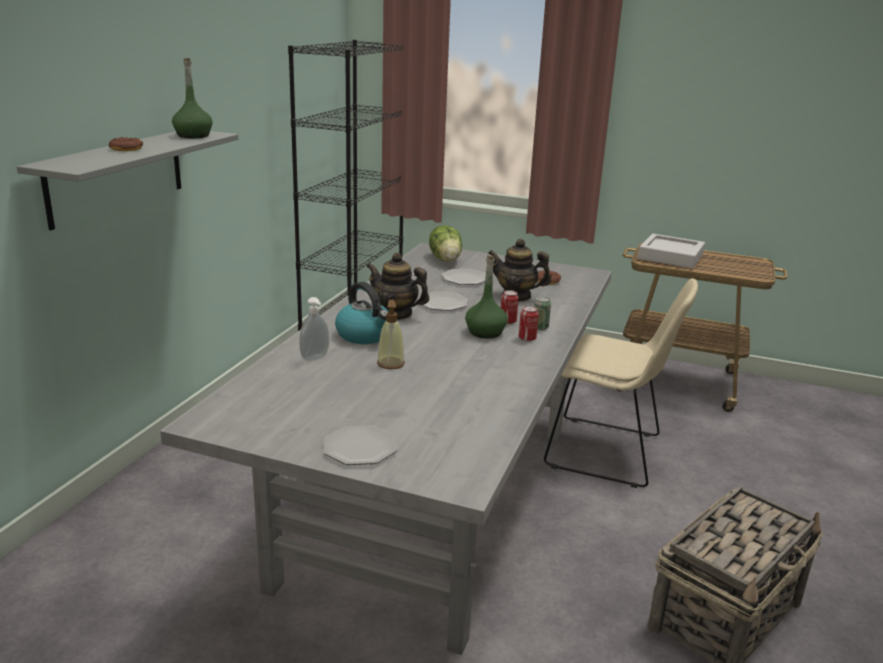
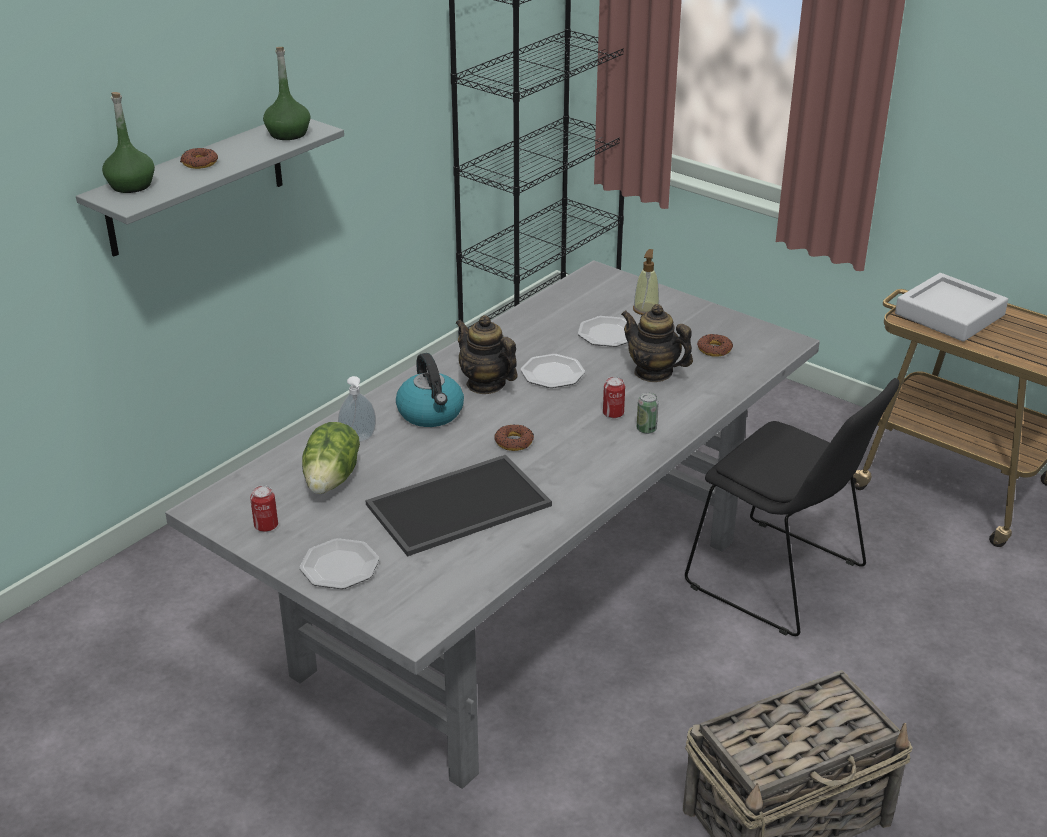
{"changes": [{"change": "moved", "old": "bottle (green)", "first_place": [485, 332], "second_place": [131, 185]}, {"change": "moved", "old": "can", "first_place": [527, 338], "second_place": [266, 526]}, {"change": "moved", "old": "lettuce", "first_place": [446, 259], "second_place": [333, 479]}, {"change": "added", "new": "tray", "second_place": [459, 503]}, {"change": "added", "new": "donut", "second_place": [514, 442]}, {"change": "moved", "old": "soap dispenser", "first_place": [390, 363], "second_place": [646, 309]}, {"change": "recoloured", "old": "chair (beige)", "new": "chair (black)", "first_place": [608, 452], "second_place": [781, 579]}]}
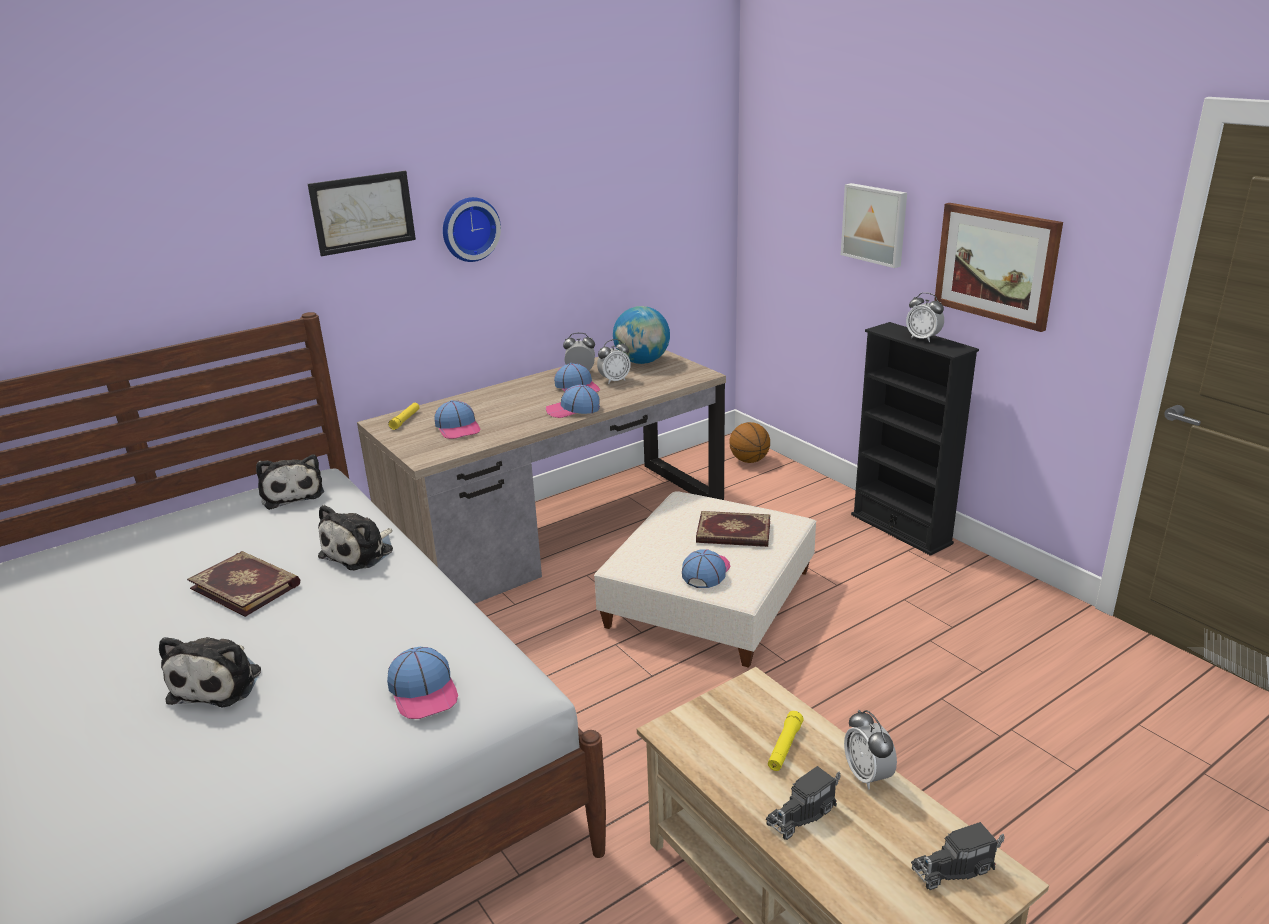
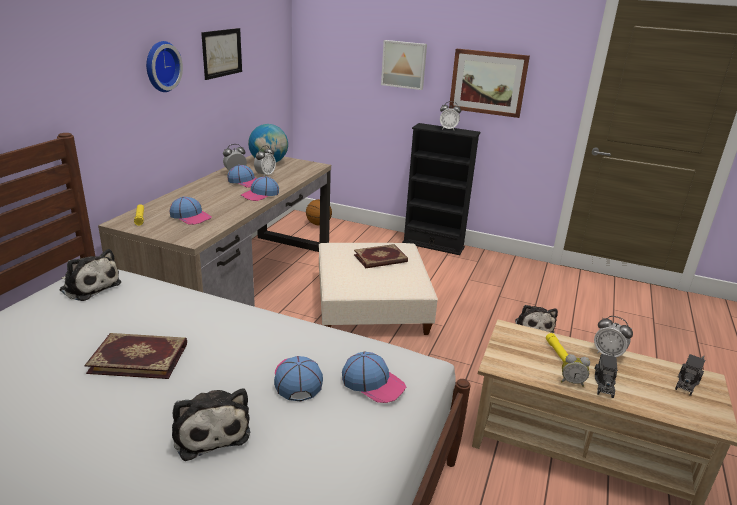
{"changes": [{"change": "moved", "old": "picture", "first_place": [363, 212], "second_place": [222, 53]}, {"change": "moved", "old": "cap", "first_place": [706, 571], "second_place": [297, 379]}, {"change": "moved", "old": "plush toy", "first_place": [360, 552], "second_place": [533, 326]}, {"change": "added", "new": "alarm clock", "second_place": [572, 382]}]}
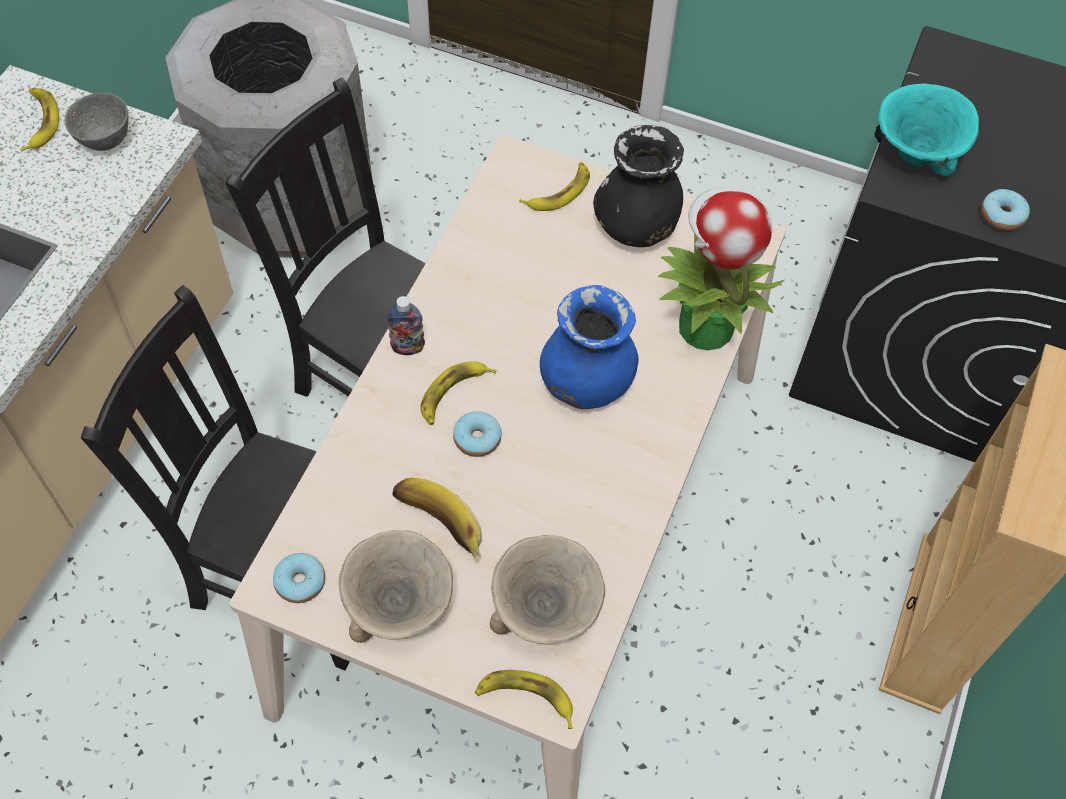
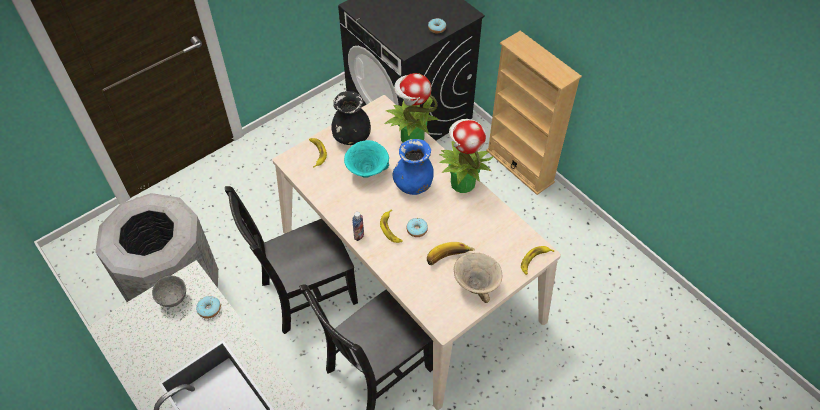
{"changes": [{"change": "moved", "old": "donut", "first_place": [300, 582], "second_place": [209, 309]}, {"change": "moved", "old": "bowl (turquoise)", "first_place": [913, 155], "second_place": [367, 173]}, {"change": "added", "new": "potted plant", "second_place": [462, 182]}, {"change": "removed", "old": "banana", "first_place": [40, 122]}, {"change": "removed", "old": "bowl (beige)", "first_place": [547, 612]}]}
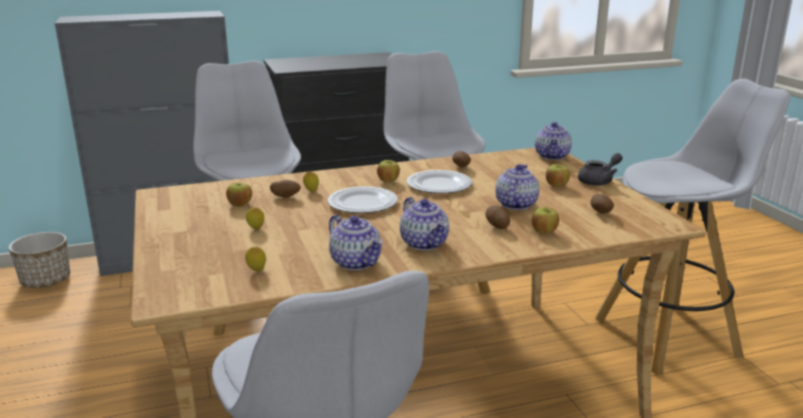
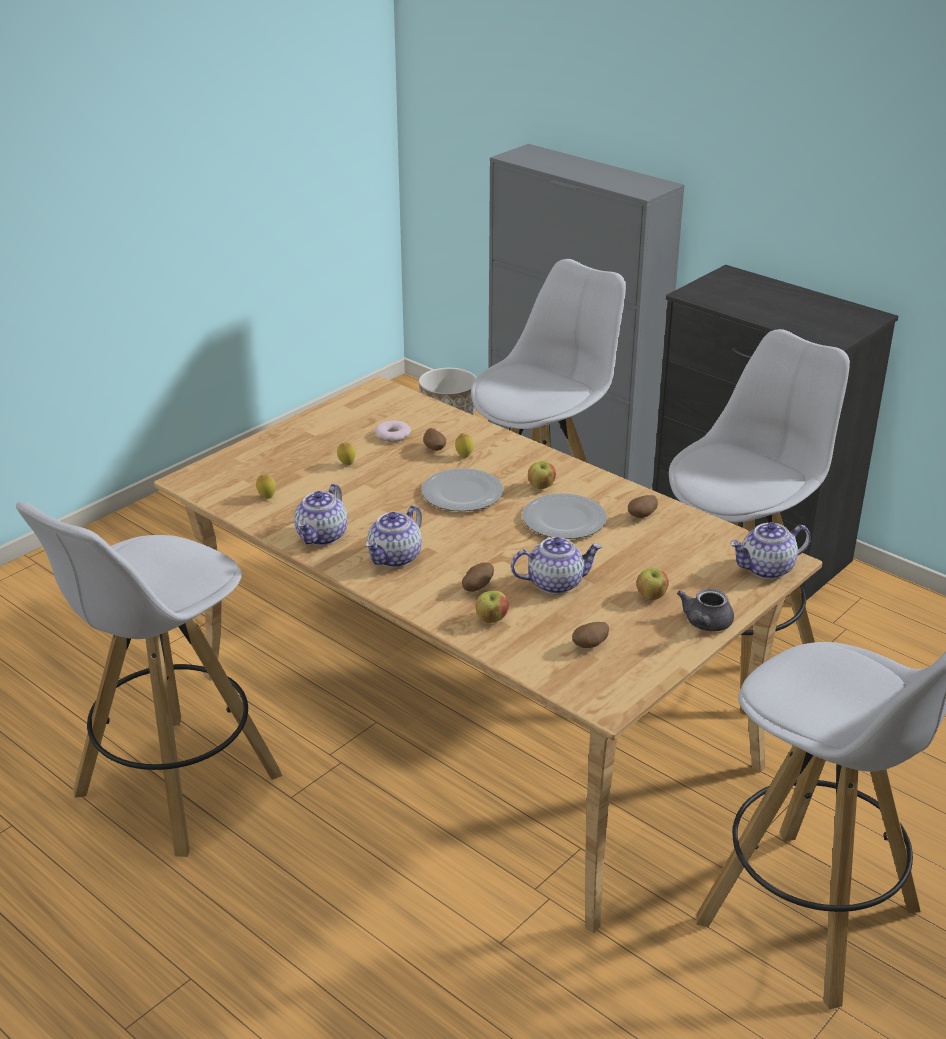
{"changes": [{"change": "replaced", "old": "apple", "new": "donut", "first_place": [240, 205], "second_place": [393, 435]}, {"change": "turned", "old": "teapot (grey)", "first_place": [599, 181], "second_place": [704, 624], "degrees": 90}]}
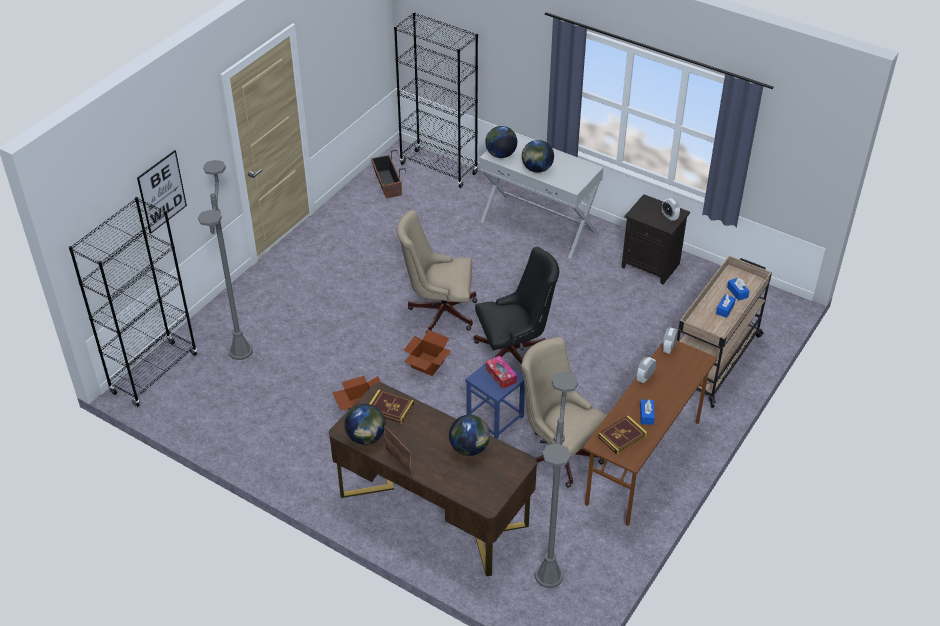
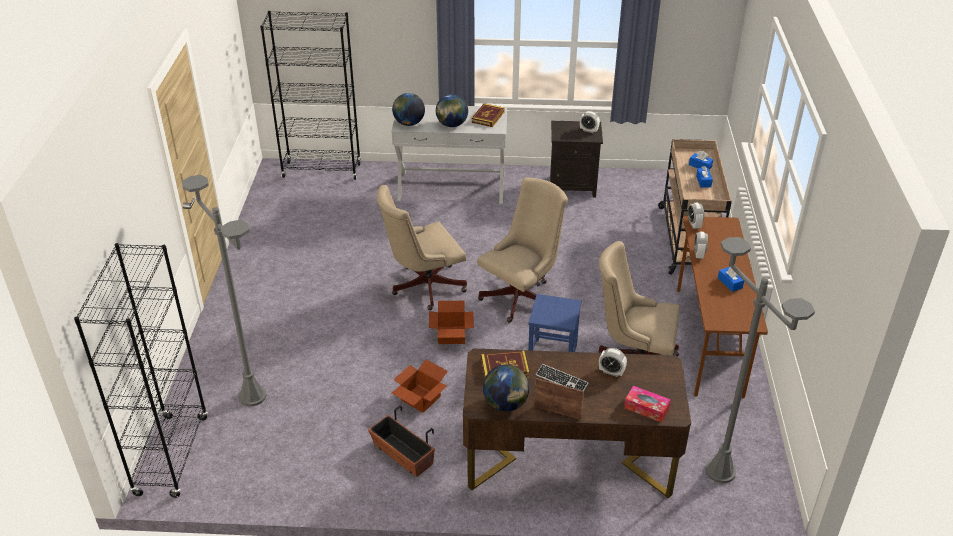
{"changes": [{"change": "moved", "old": "planter", "first_place": [387, 184], "second_place": [403, 455]}, {"change": "moved", "old": "book", "first_place": [622, 437], "second_place": [488, 117]}, {"change": "recoloured", "old": "office chair (black)", "new": "office chair (beige)", "first_place": [514, 353], "second_place": [522, 296]}, {"change": "added", "new": "keyboard", "second_place": [561, 380]}, {"change": "replaced", "old": "globe", "new": "alarm clock", "first_place": [469, 448], "second_place": [611, 372]}, {"change": "moved", "old": "tissue box", "first_place": [501, 375], "second_place": [646, 408]}, {"change": "removed", "old": "picture", "first_place": [162, 191]}]}
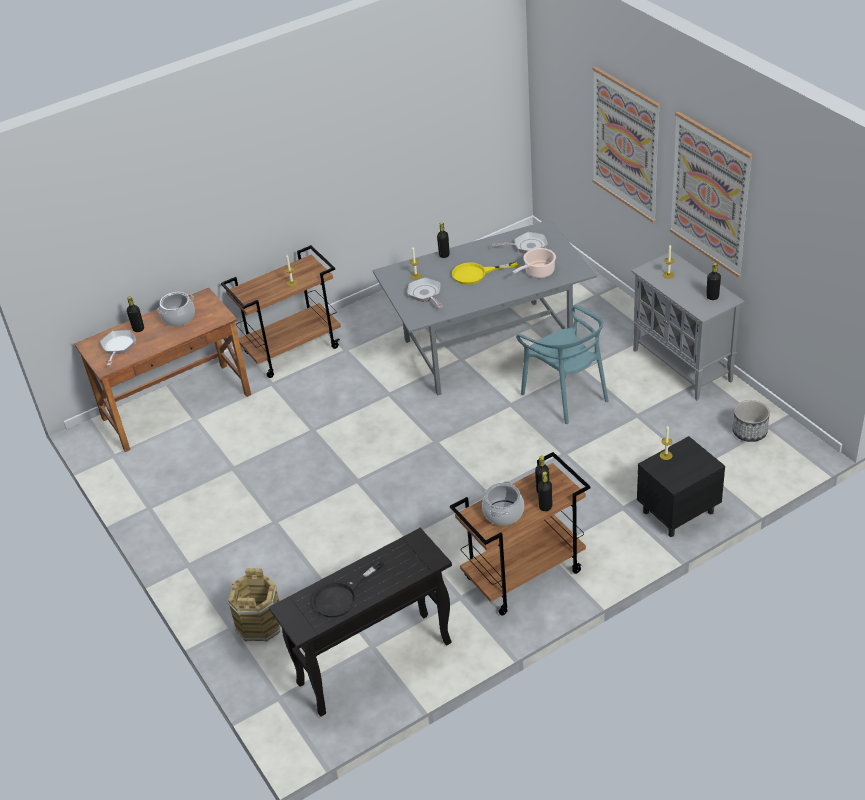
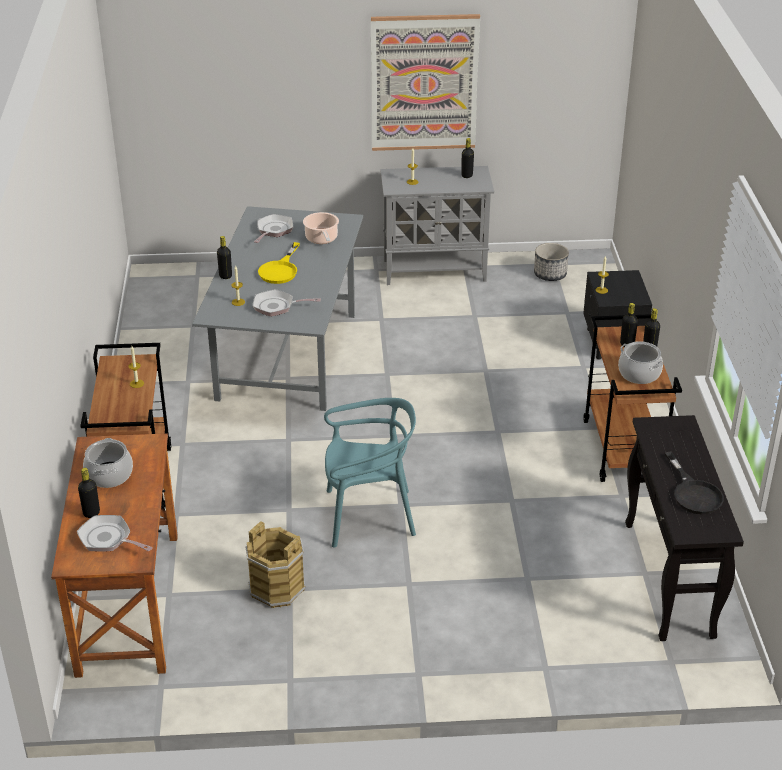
{"changes": [{"change": "moved", "old": "bucket (brown)", "first_place": [260, 624], "second_place": [277, 587]}, {"change": "moved", "old": "chair (turquoise)", "first_place": [566, 395], "second_place": [368, 516]}, {"change": "removed", "old": "picture", "first_place": [625, 144]}]}
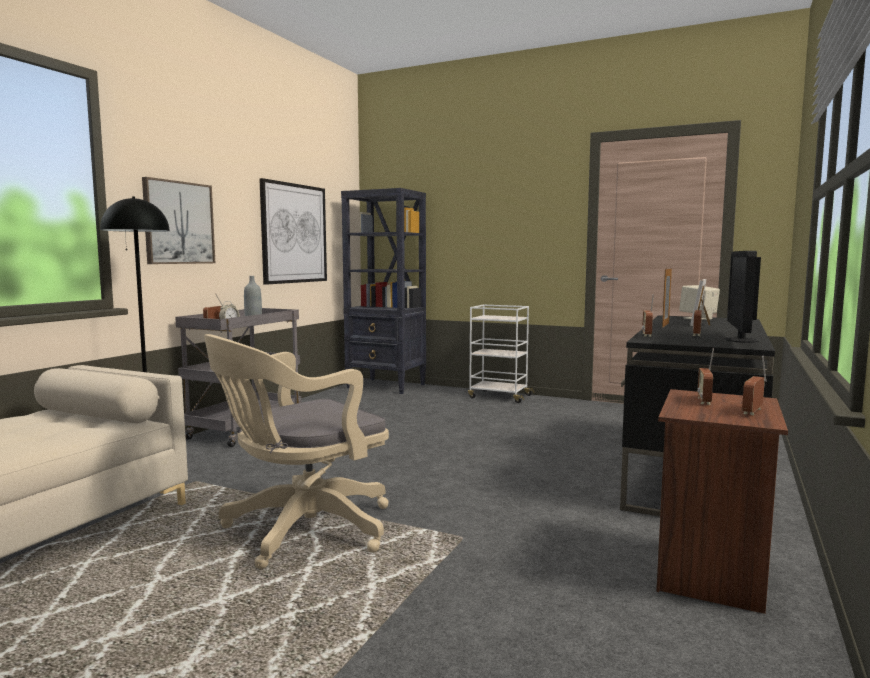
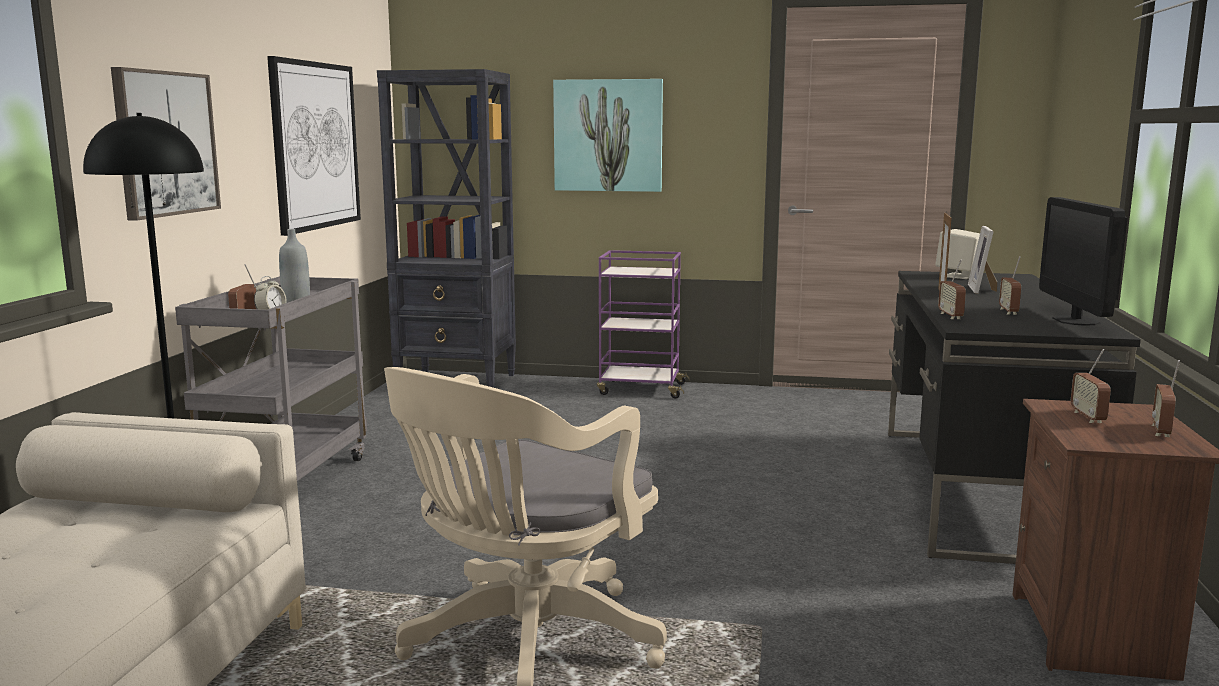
{"changes": [{"change": "added", "new": "picture", "second_place": [608, 135]}, {"change": "recoloured", "old": "cart (white)", "new": "cart (purple)", "first_place": [499, 396], "second_place": [640, 389]}]}
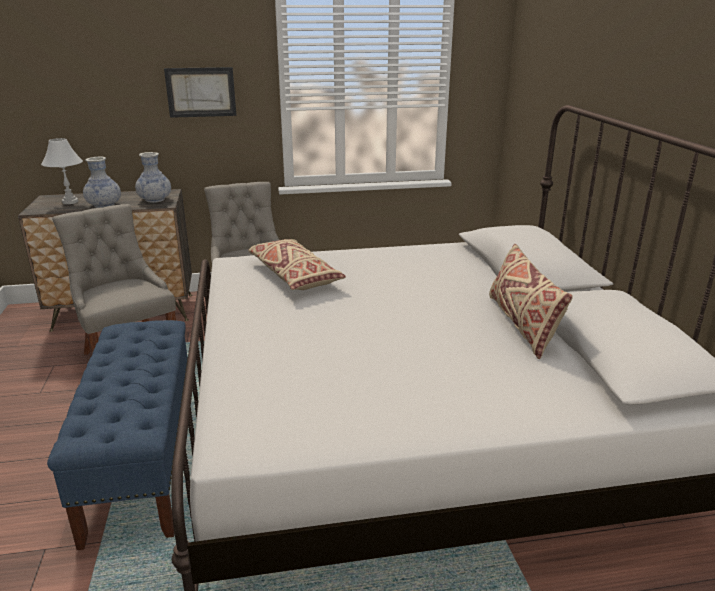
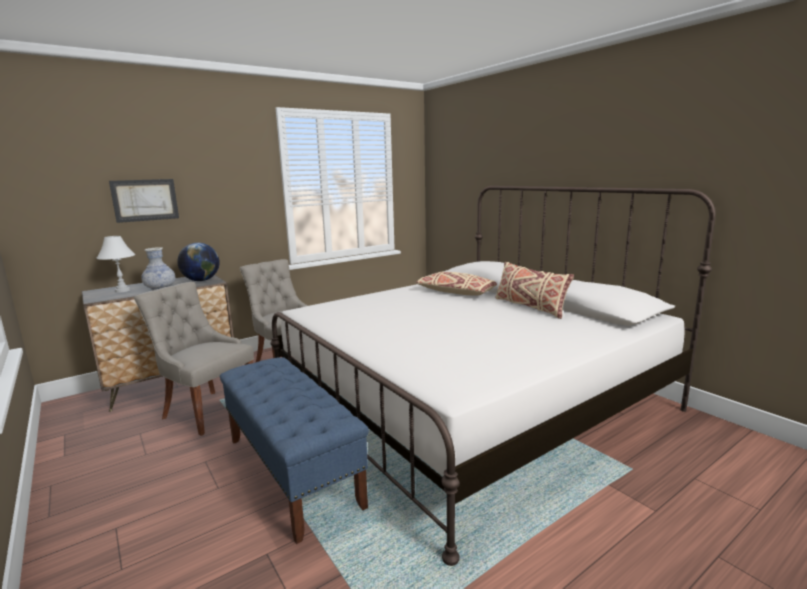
{"changes": [{"change": "moved", "old": "picture", "first_place": [201, 92], "second_place": [145, 200]}, {"change": "replaced", "old": "vase", "new": "globe", "first_place": [155, 200], "second_place": [201, 280]}, {"change": "moved", "old": "pillow (beige)", "first_place": [294, 276], "second_place": [456, 292]}]}
